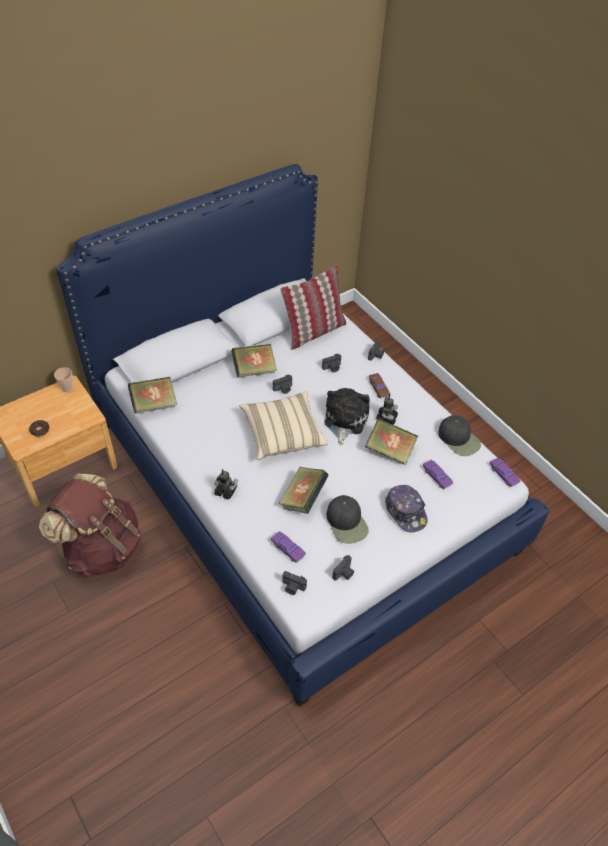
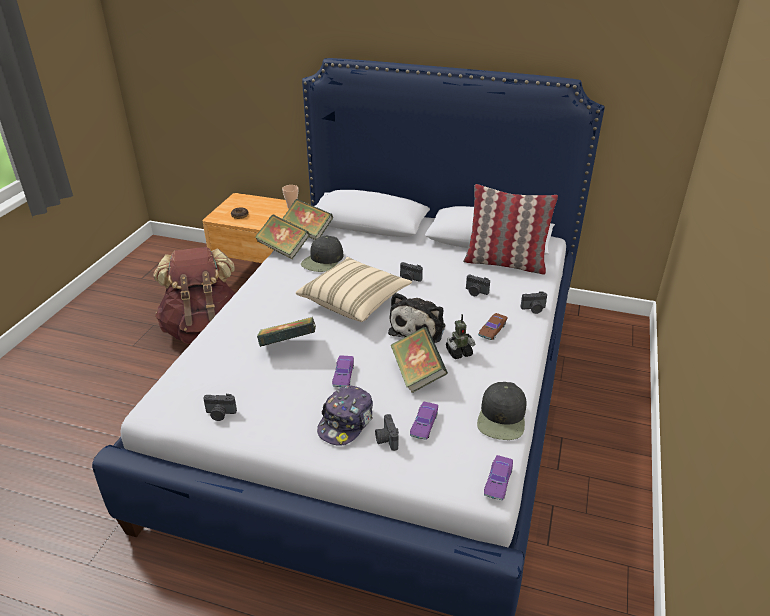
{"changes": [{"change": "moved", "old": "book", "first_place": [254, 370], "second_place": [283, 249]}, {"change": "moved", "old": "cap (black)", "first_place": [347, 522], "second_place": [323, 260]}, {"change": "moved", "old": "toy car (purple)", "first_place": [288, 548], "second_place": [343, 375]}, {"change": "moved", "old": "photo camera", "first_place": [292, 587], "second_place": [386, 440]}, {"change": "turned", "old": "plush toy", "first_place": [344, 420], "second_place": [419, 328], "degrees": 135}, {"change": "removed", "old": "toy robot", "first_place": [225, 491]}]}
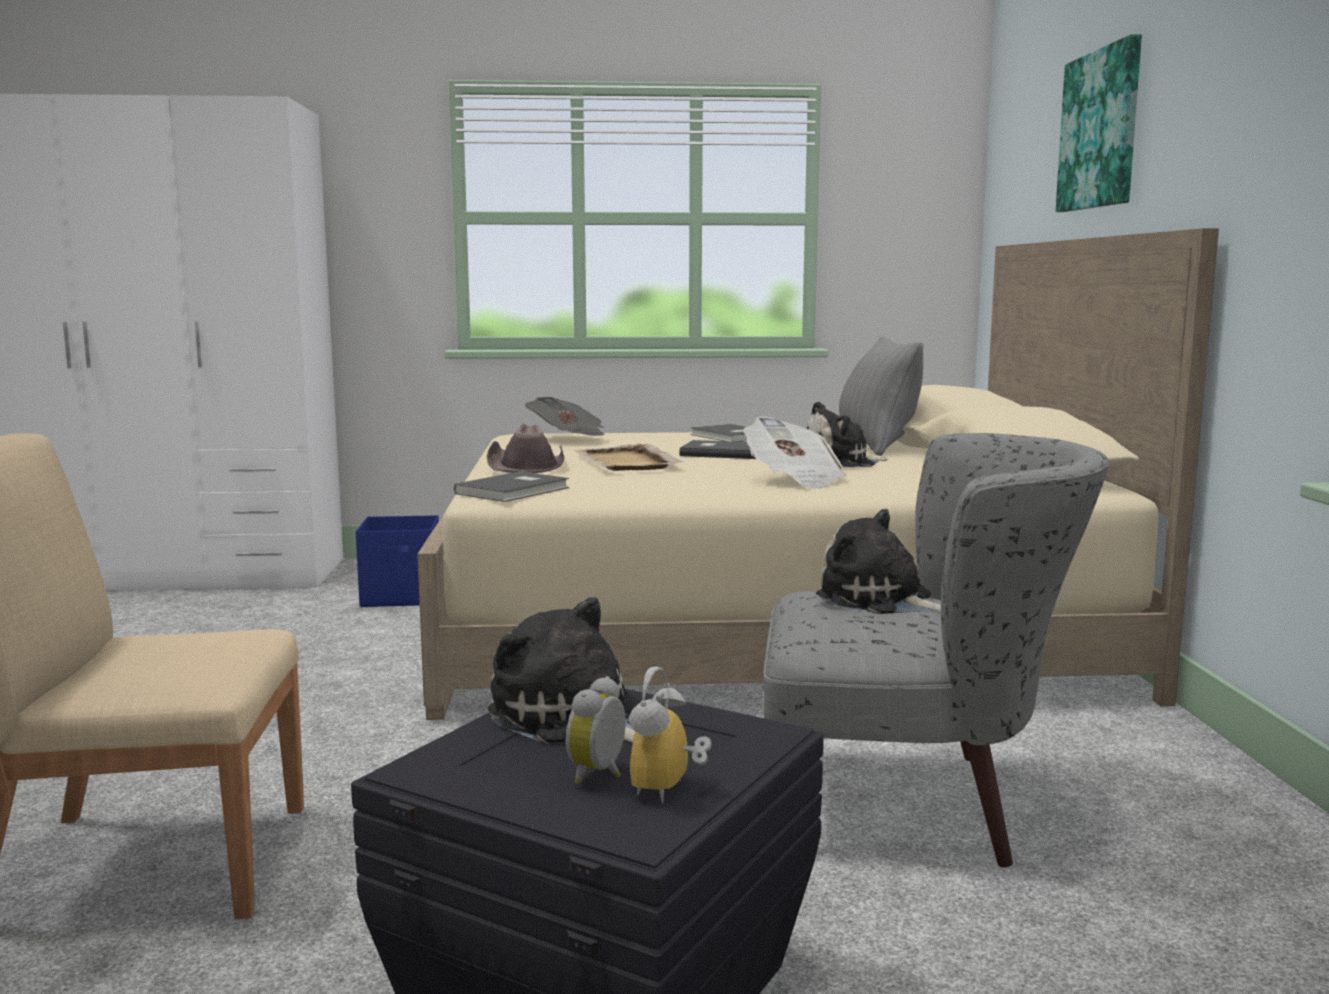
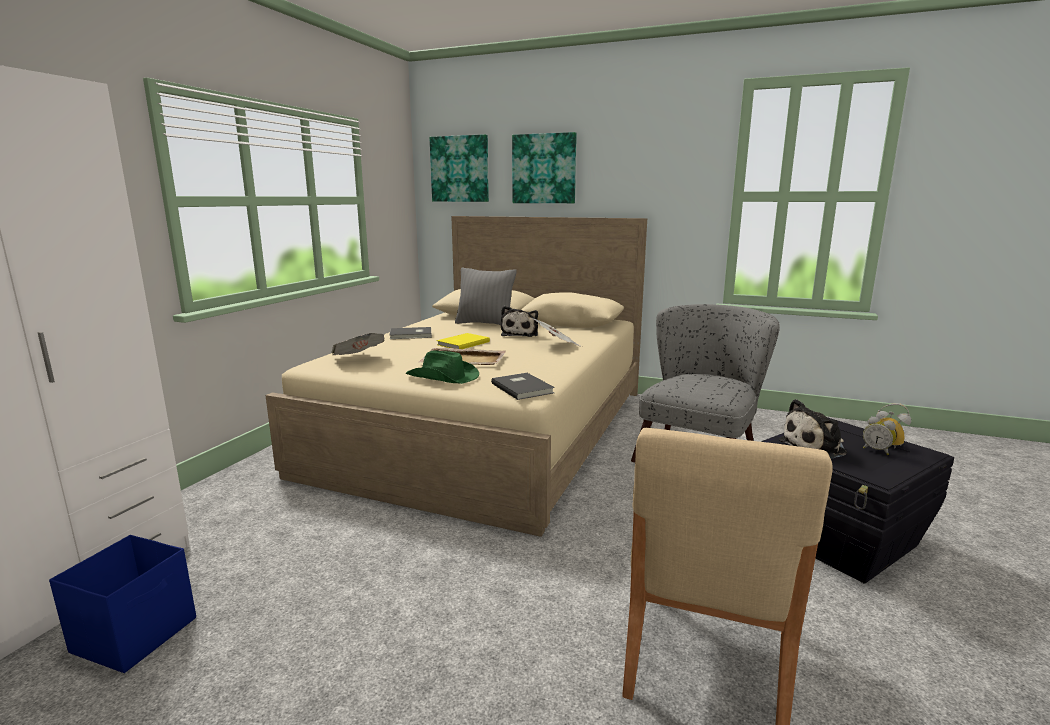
{"changes": [{"change": "moved", "old": "storage box (blue)", "first_place": [403, 597], "second_place": [137, 634]}, {"change": "recoloured", "old": "hat (brown)", "new": "hat (green)", "first_place": [527, 466], "second_place": [443, 377]}, {"change": "added", "new": "picture", "second_place": [460, 169]}, {"change": "recoloured", "old": "book (grey)", "new": "book (yellow)", "first_place": [722, 453], "second_place": [462, 343]}, {"change": "removed", "old": "plush toy", "first_place": [879, 600]}]}
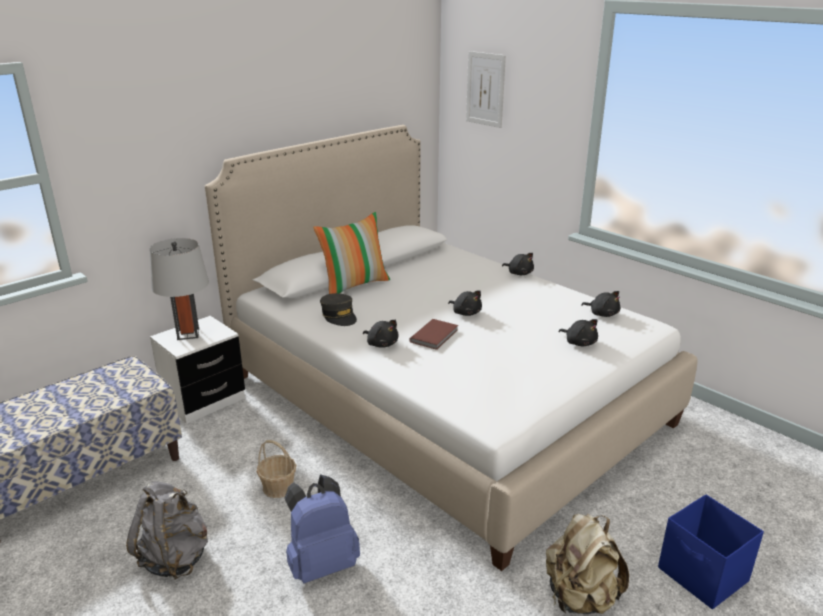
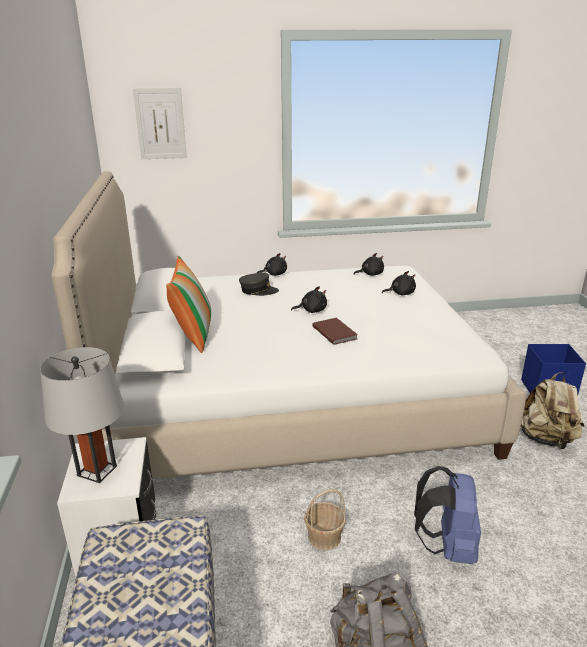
{"changes": [{"change": "moved", "old": "cap (grey)", "first_place": [339, 316], "second_place": [258, 290]}, {"change": "removed", "old": "plush toy (black)", "first_place": [381, 344]}]}
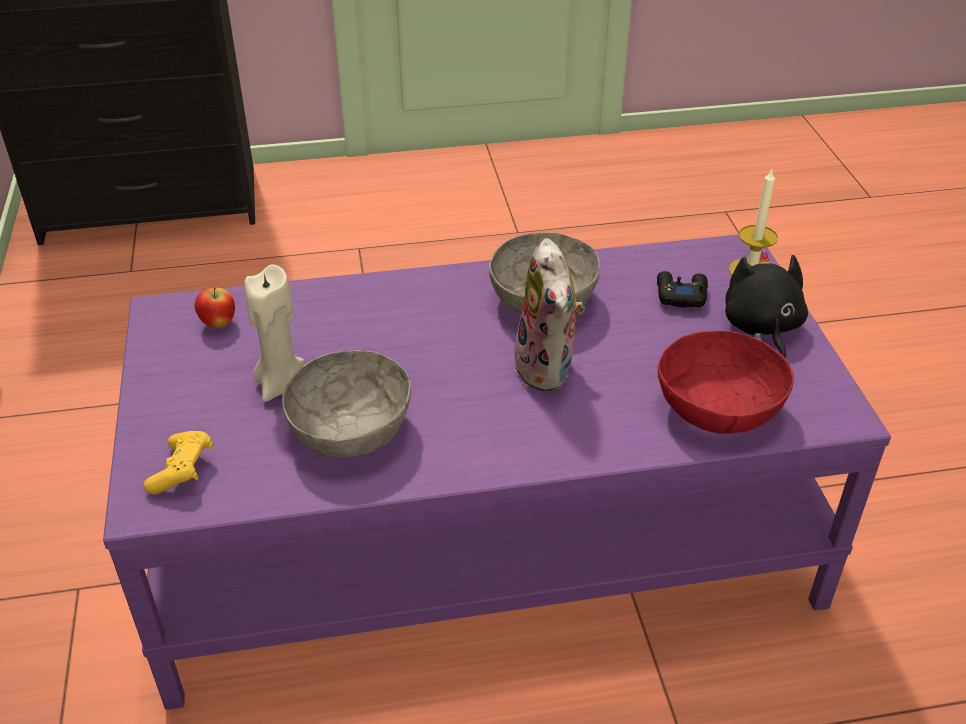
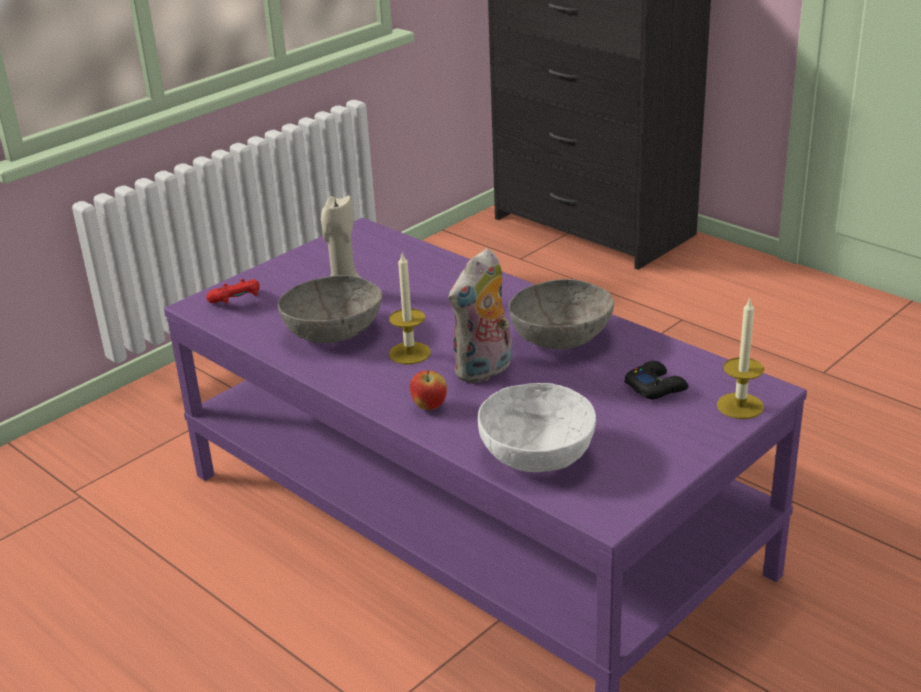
{"changes": [{"change": "recoloured", "old": "game controller (yellow)", "new": "game controller (red)", "first_place": [183, 471], "second_place": [237, 302]}, {"change": "added", "new": "candle", "second_place": [409, 353]}, {"change": "moved", "old": "apple", "first_place": [218, 324], "second_place": [429, 407]}, {"change": "recoloured", "old": "bowl (red)", "new": "bowl (white)", "first_place": [718, 408], "second_place": [536, 453]}, {"change": "removed", "old": "plush toy (black)", "first_place": [761, 328]}]}
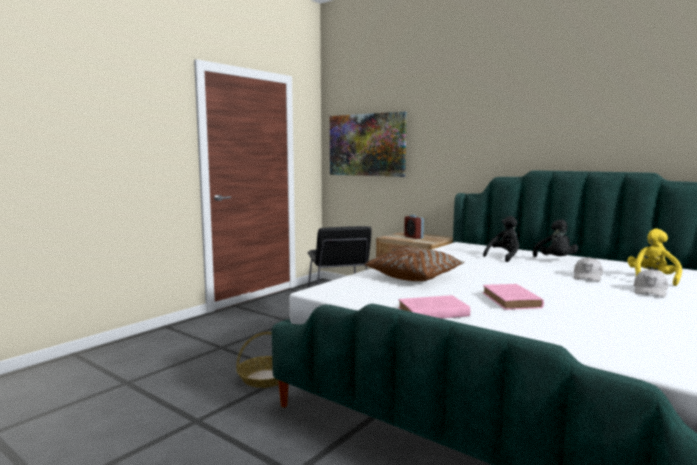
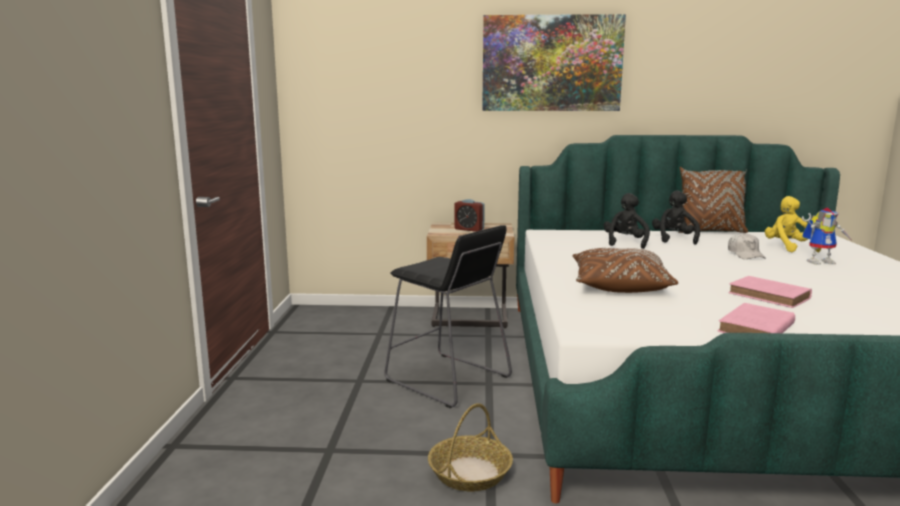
{"changes": [{"change": "moved", "old": "picture", "first_place": [366, 145], "second_place": [551, 63]}, {"change": "turned", "old": "plush toy (black)", "first_place": [555, 260], "second_place": [674, 239], "degrees": -135}, {"change": "added", "new": "pillow (brown)", "second_place": [710, 231]}, {"change": "replaced", "old": "cap (white)", "new": "toy robot", "first_place": [650, 291], "second_place": [820, 261]}]}
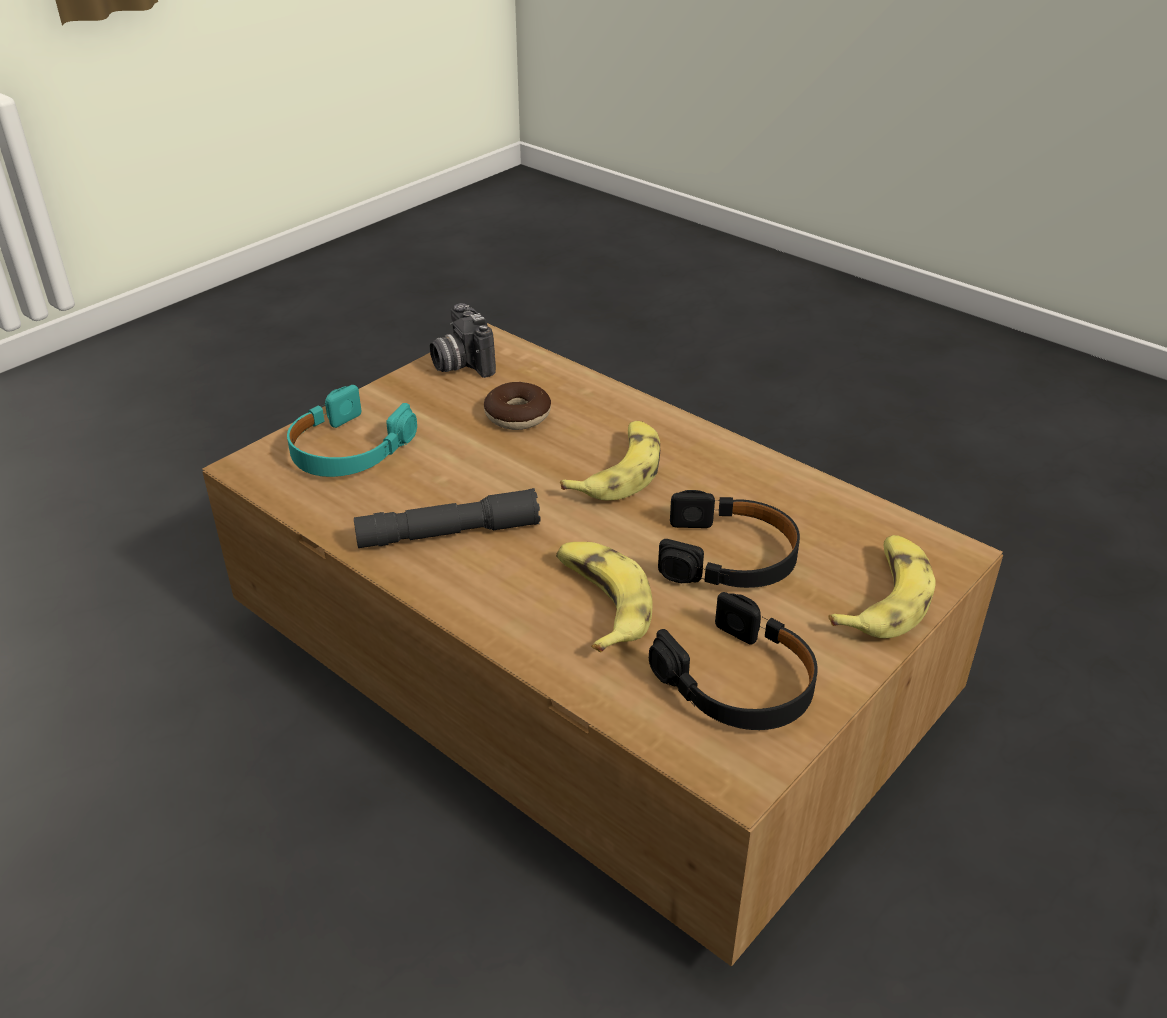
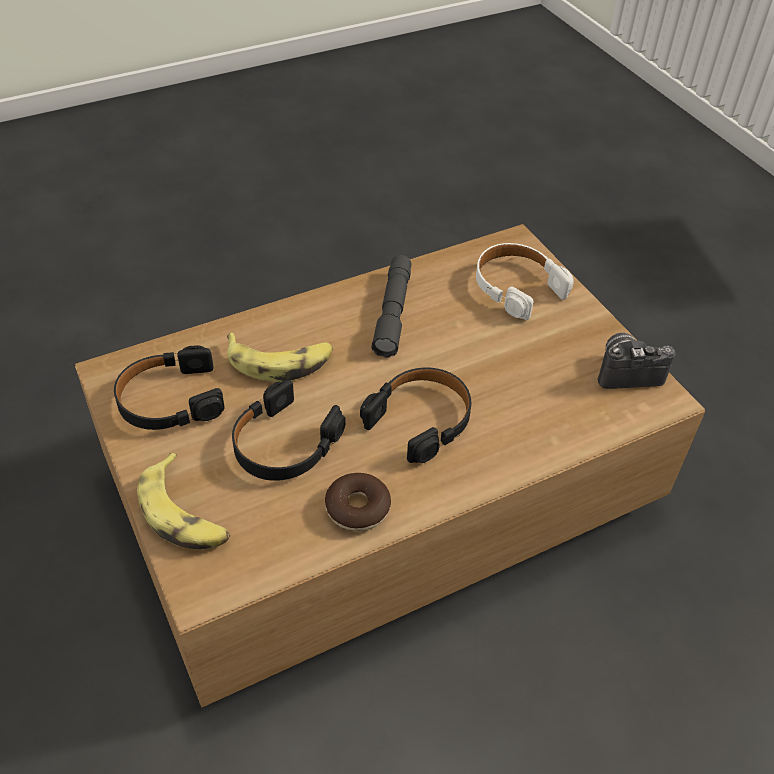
{"changes": [{"change": "moved", "old": "donut", "first_place": [517, 415], "second_place": [357, 508]}, {"change": "replaced", "old": "banana", "new": "headphones (black)", "first_place": [619, 472], "second_place": [421, 419]}, {"change": "recoloured", "old": "headphones (turquoise)", "new": "headphones (white)", "first_place": [348, 449], "second_place": [517, 287]}]}
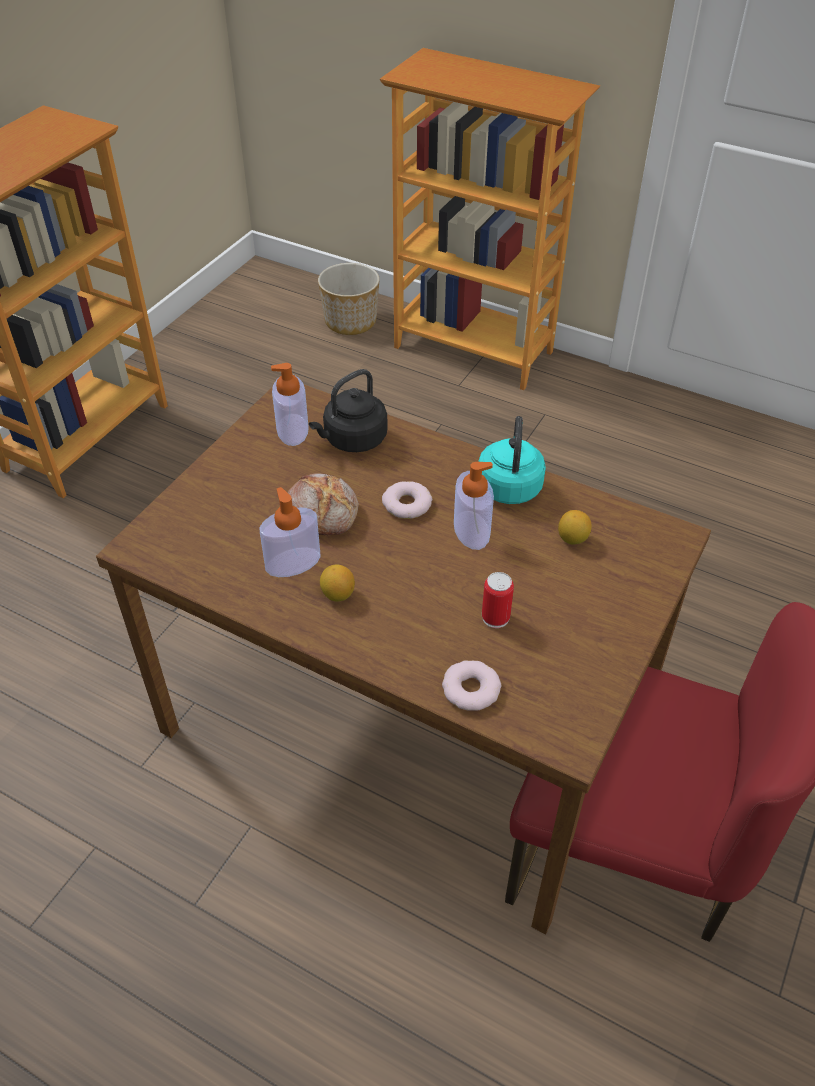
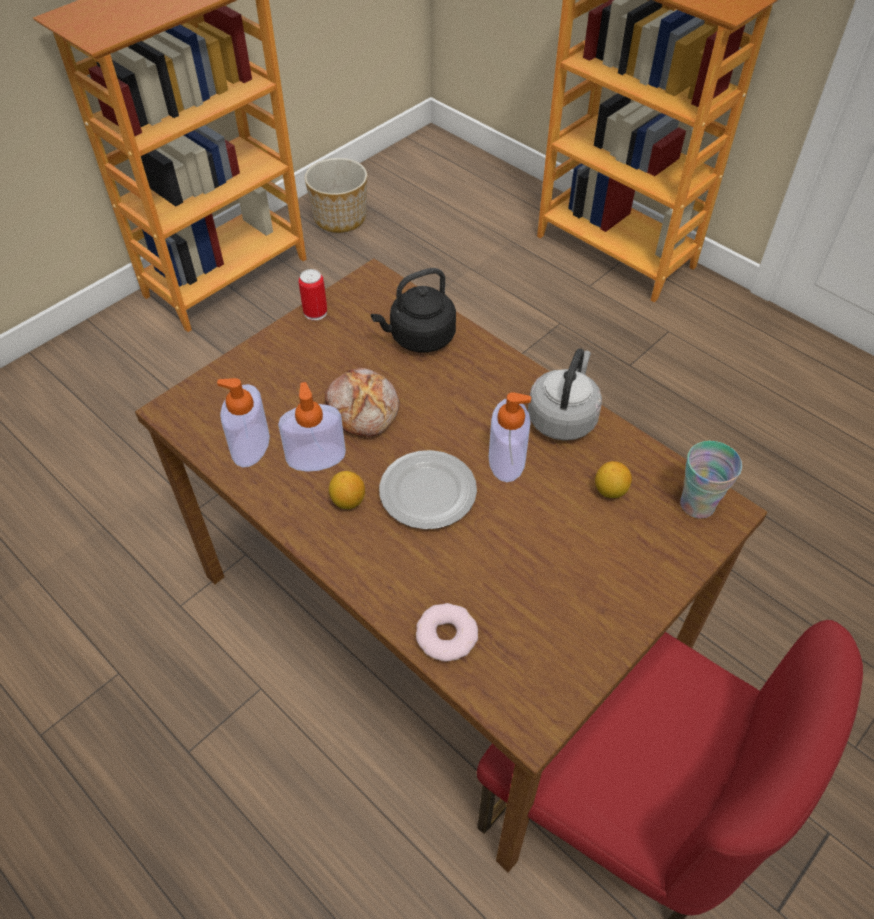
{"changes": [{"change": "moved", "old": "soap dispenser", "first_place": [292, 430], "second_place": [250, 445]}, {"change": "moved", "old": "can", "first_place": [495, 617], "second_place": [315, 312]}, {"change": "moved", "old": "planter", "first_place": [351, 321], "second_place": [341, 218]}, {"change": "added", "new": "plate", "second_place": [429, 493]}, {"change": "recoloured", "old": "kettle (turquoise)", "new": "kettle (grey)", "first_place": [509, 485], "second_place": [563, 417]}, {"change": "added", "new": "cup", "second_place": [697, 504]}, {"change": "removed", "old": "donut", "first_place": [406, 504]}]}
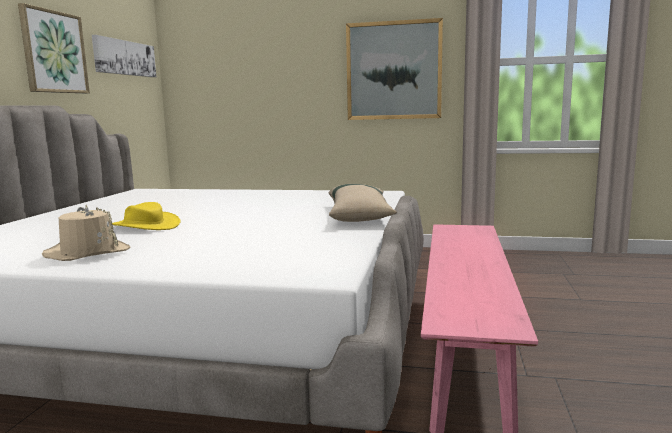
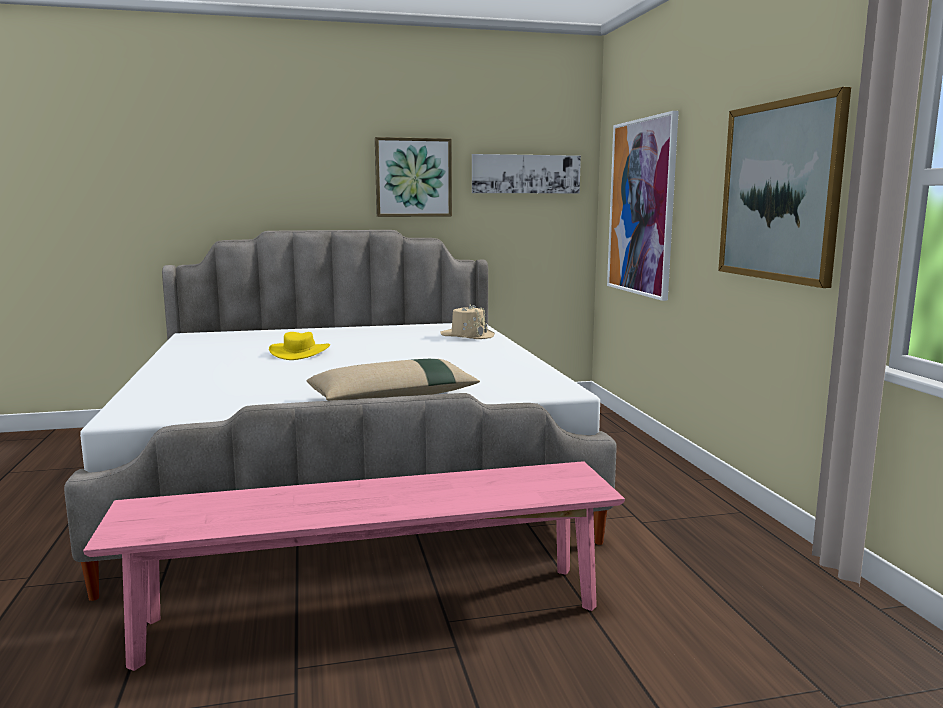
{"changes": [{"change": "moved", "old": "hat (beige)", "first_place": [87, 252], "second_place": [467, 336]}, {"change": "added", "new": "picture", "second_place": [641, 207]}]}
